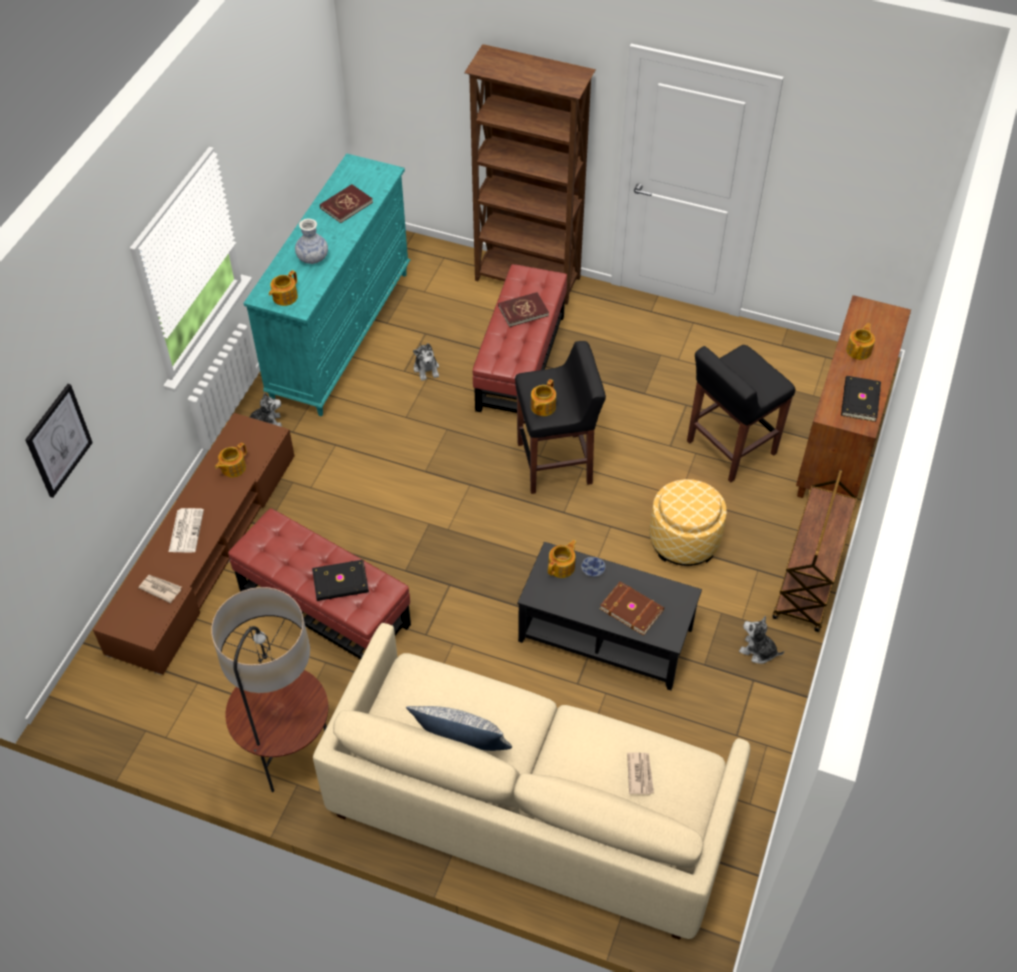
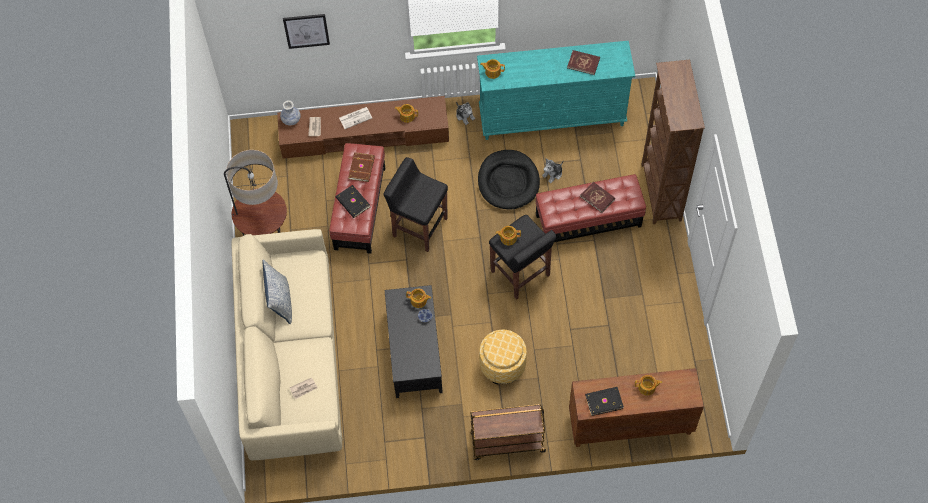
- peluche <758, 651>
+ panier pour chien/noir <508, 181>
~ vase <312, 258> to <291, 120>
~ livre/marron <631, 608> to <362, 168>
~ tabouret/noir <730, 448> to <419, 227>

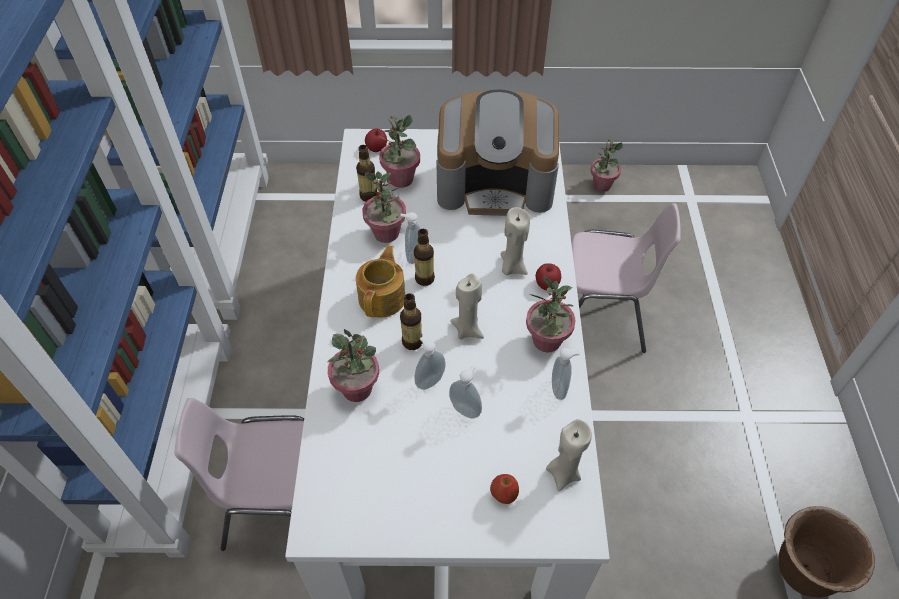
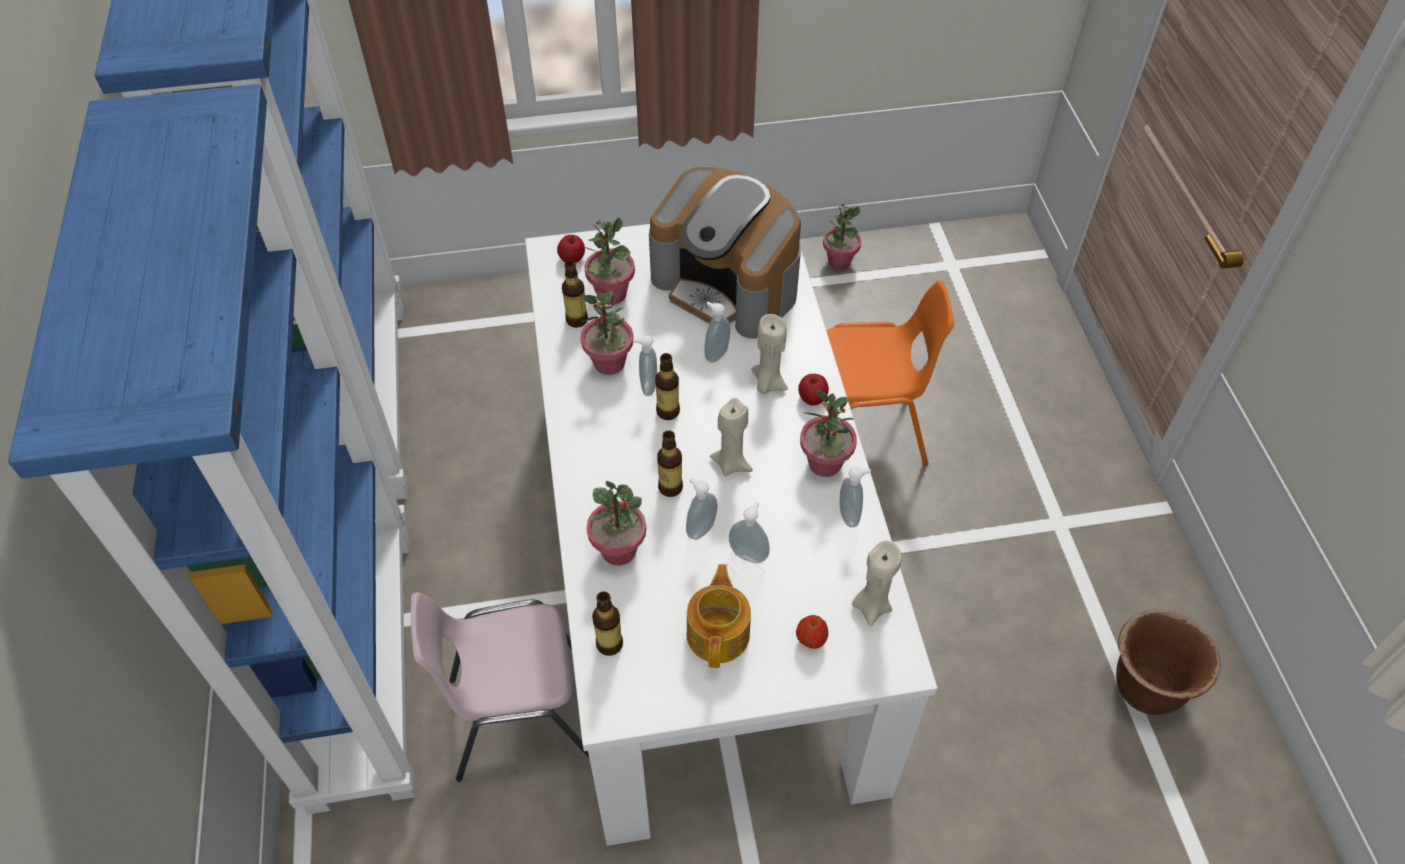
+ bouteille <609, 644>
+ distributeur de savon <715, 353>
~ théière <383, 297> to <719, 633>
~ chaise/rose <599, 319> to chaise/orange <864, 432>
~ machine à café <495, 184> = <727, 285> 45 degrees clockwise

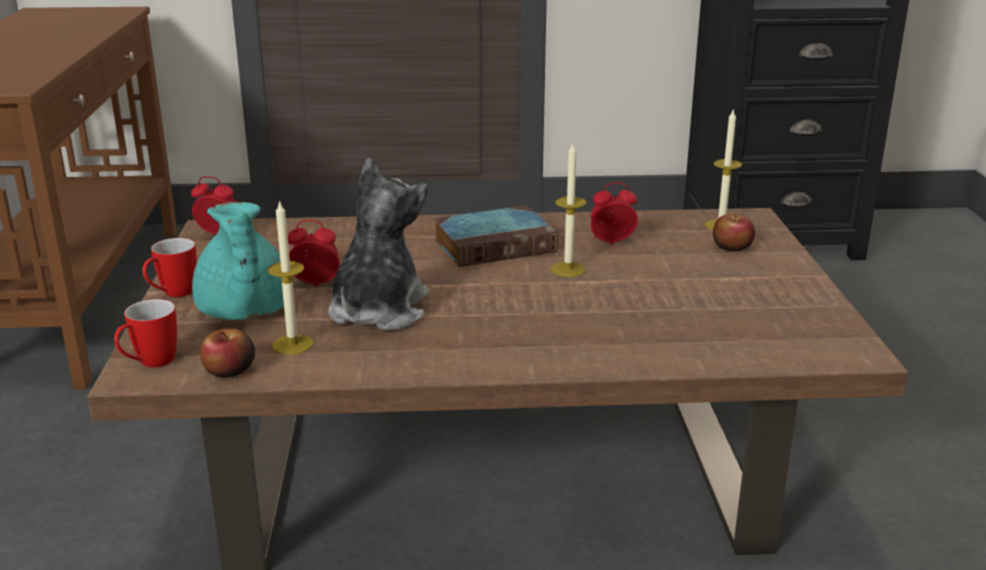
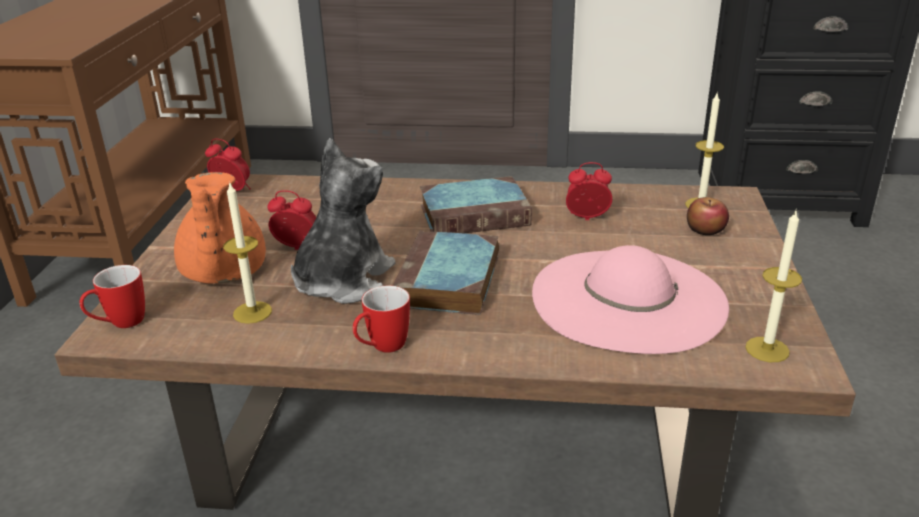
- pomme <230, 371>
+ livre <449, 282>
+ chapeau/rose <628, 299>
~ mug <172, 294> to <382, 348>
~ bougie <568, 269> to <767, 349>
~ théière/turquoise <243, 312> to théière/orange <222, 273>

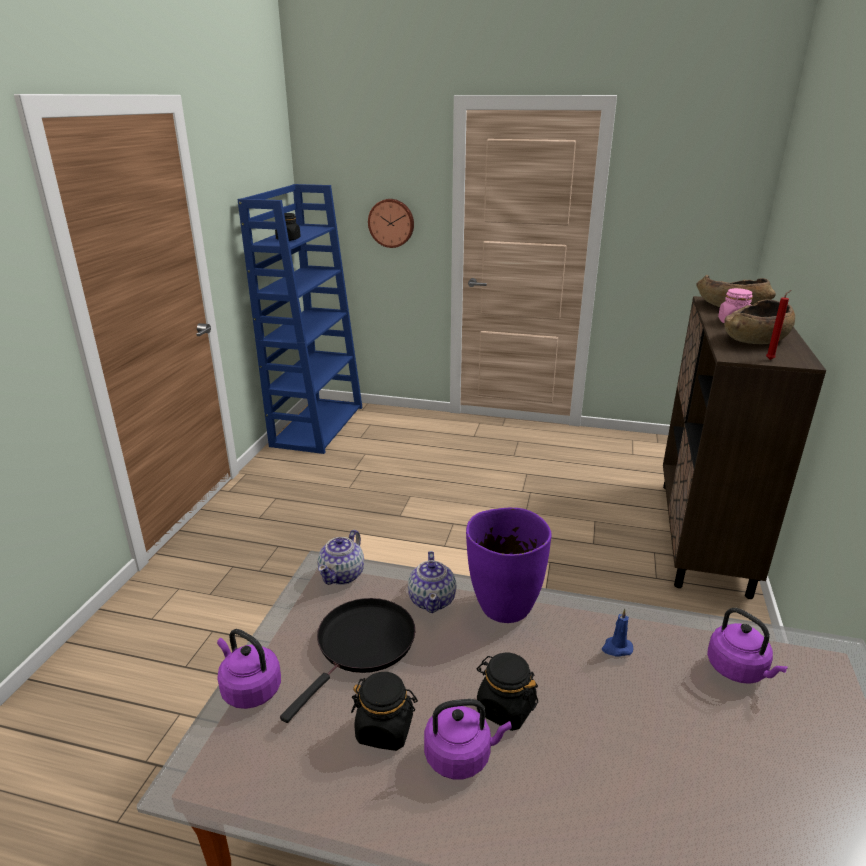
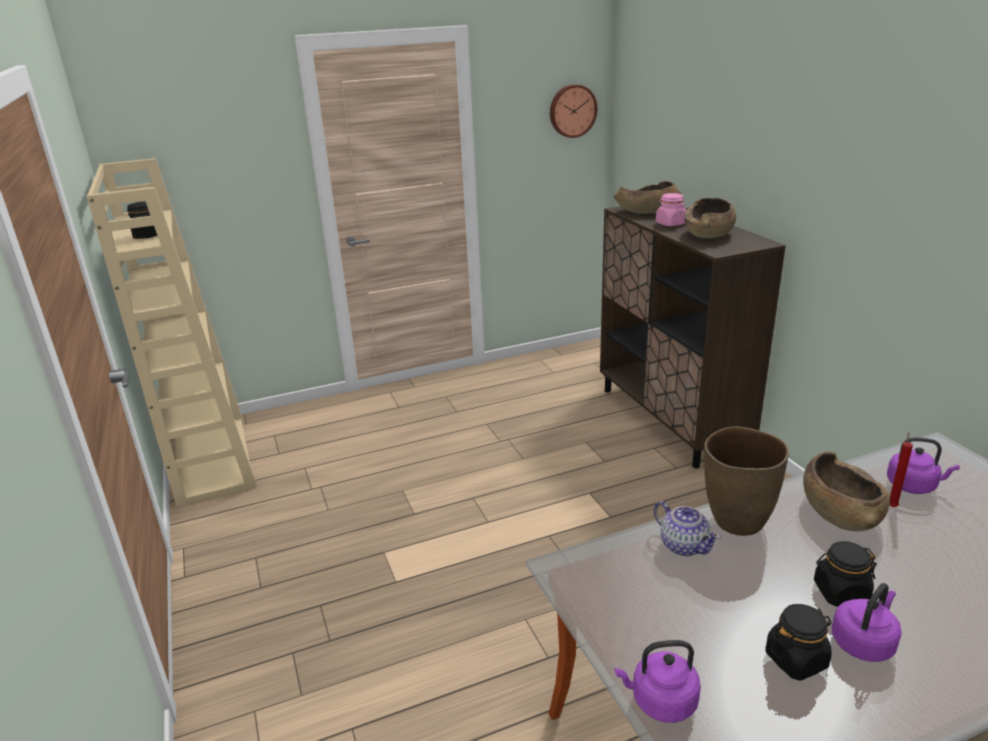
- poêle/noir <362, 645>
- théière <343, 575>
~ horloge murale <391, 223> to <572, 111>
~ bougie/rouge <770, 359> to <892, 506>
~ bougie/bleu <616, 648> to bol/marron <839, 510>
~ bibliothèque/bleu <317, 425> to bibliothèque/beige <211, 459>
~ vase/violet <503, 606> to vase/marron <736, 522>

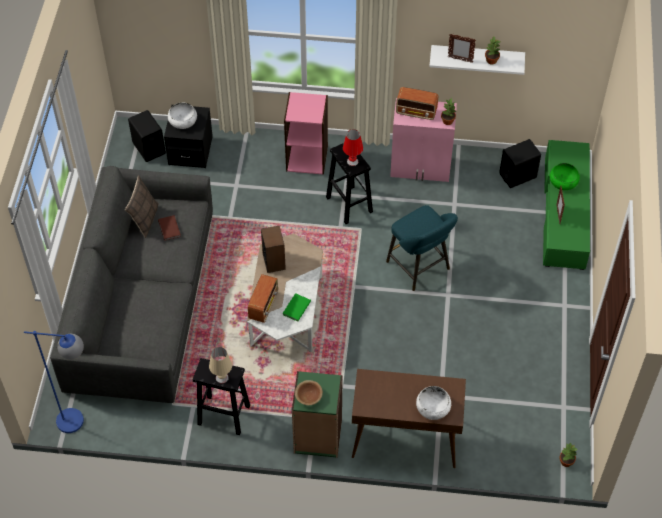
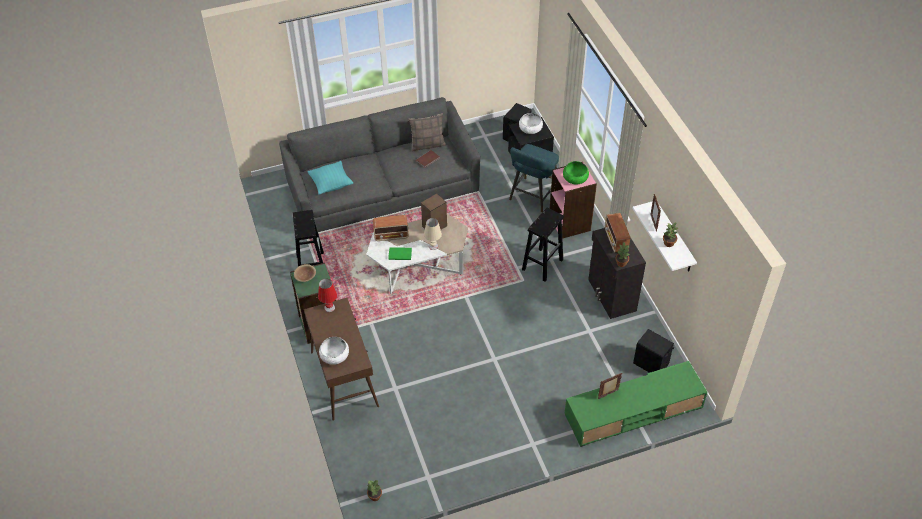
- lampadaire/bleu <80, 422>
+ coussin/turquoise <331, 184>
~ lampe de table/beige <222, 377> to <433, 246>
~ lampe de table/rouge <352, 161> to <329, 308>
~ tabouret/turquoise <420, 268> to <532, 197>
~ bol/vert <563, 182> to <575, 178>
~ meuble de rangement/rose <421, 168> to meuble de rangement/noir <611, 295>

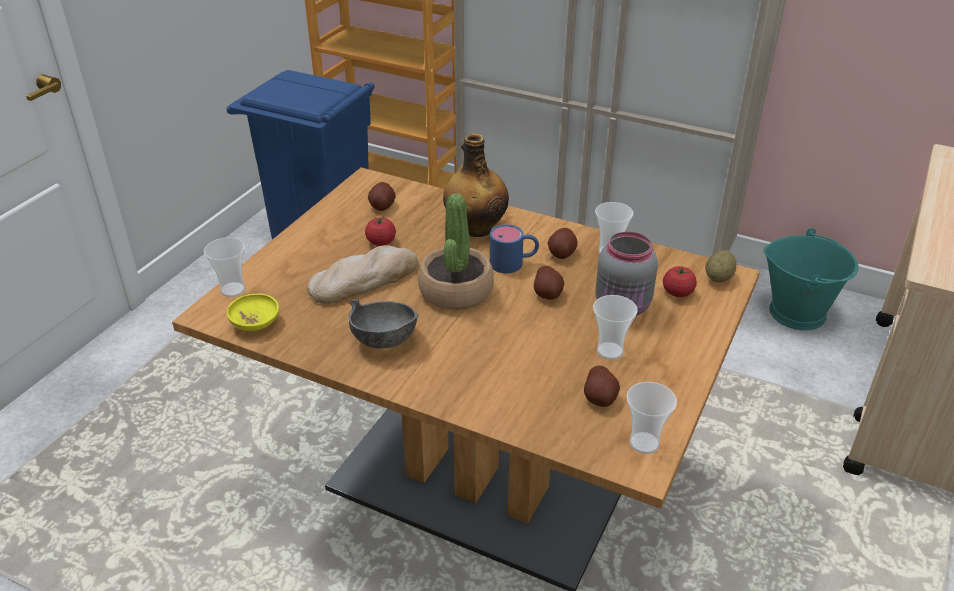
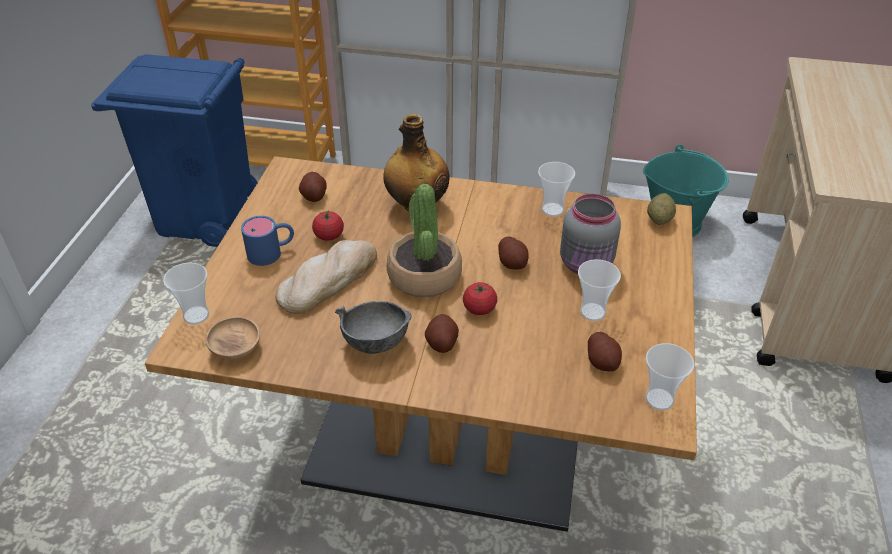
~ mug/bleu <514, 263> to <272, 252>
~ pomme de terre <561, 253> to <441, 343>
~ tomate <677, 292> to <479, 309>
~ bol/jaune <255, 323> to bol/marron <236, 348>

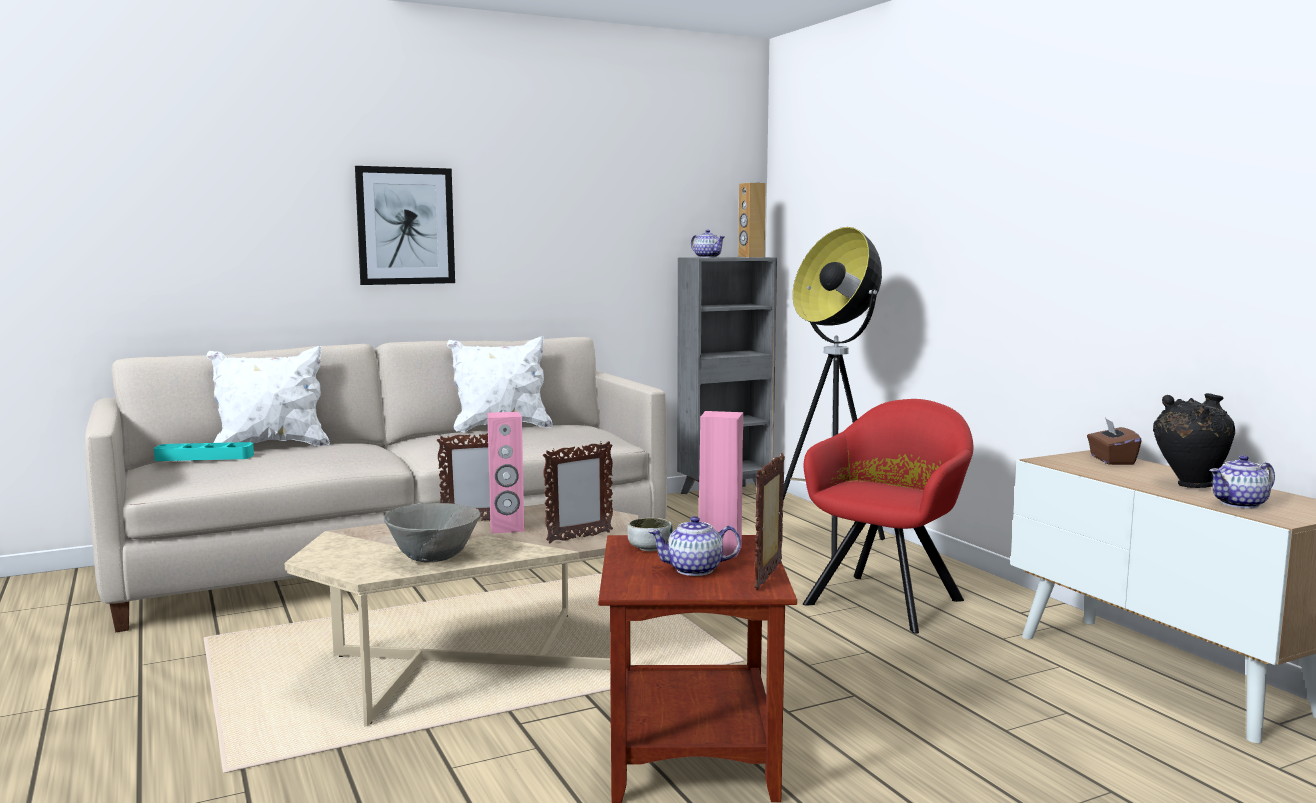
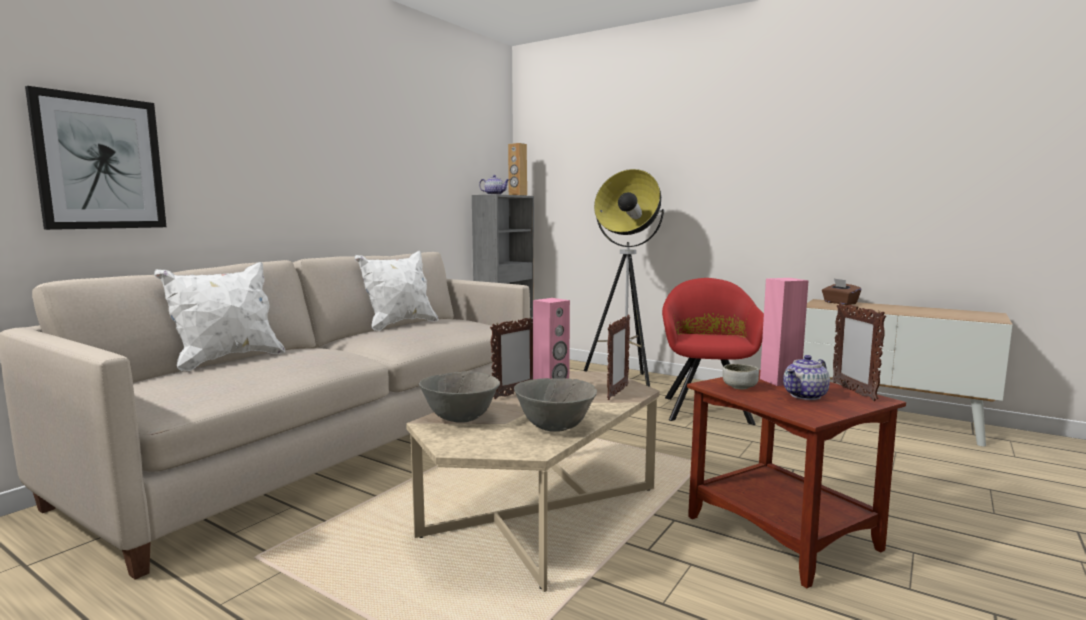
- plateau/turquoise <204, 457>
- vase/noir <1189, 485>
- théière <1240, 504>
+ bol/gris <460, 418>
~ tableau <405, 226> to <100, 163>

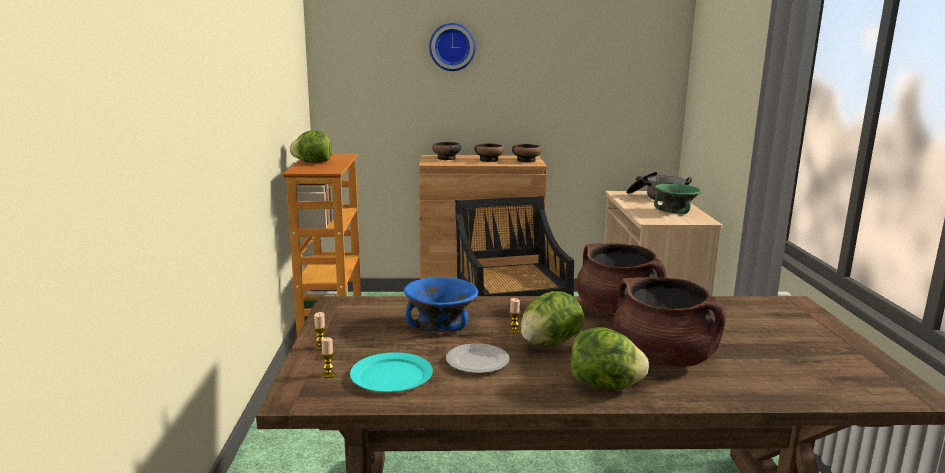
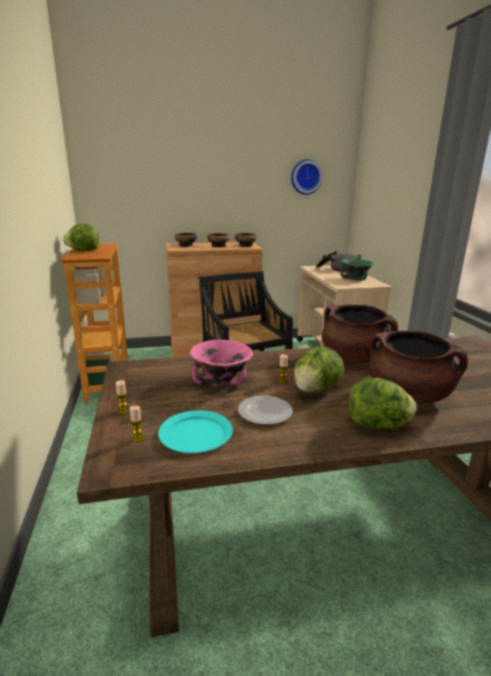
~ horloge murale <452, 47> to <305, 177>
~ bol/bleu <440, 326> to bol/rose <220, 381>

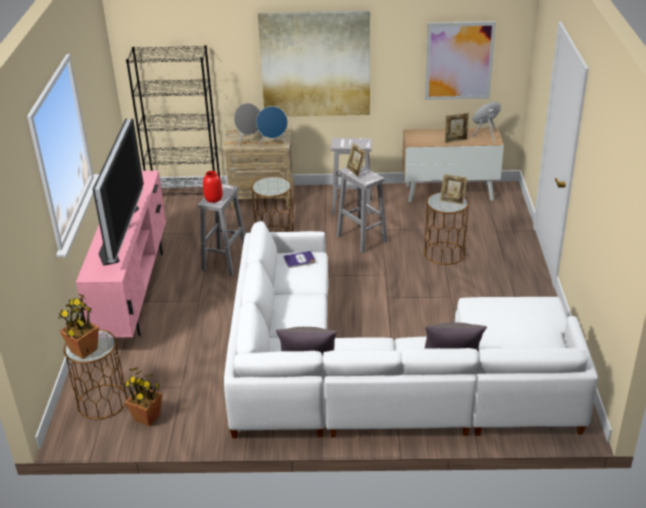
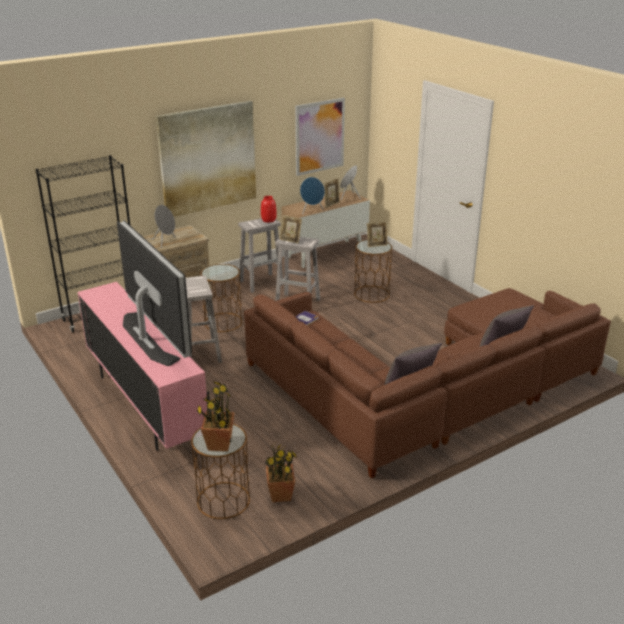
~ vase/rouge <213, 199> to <269, 220>
~ enceinte/bleu <273, 144> to <311, 211>
~ canapé/blanc <383, 374> to canapé/marron <427, 388>

